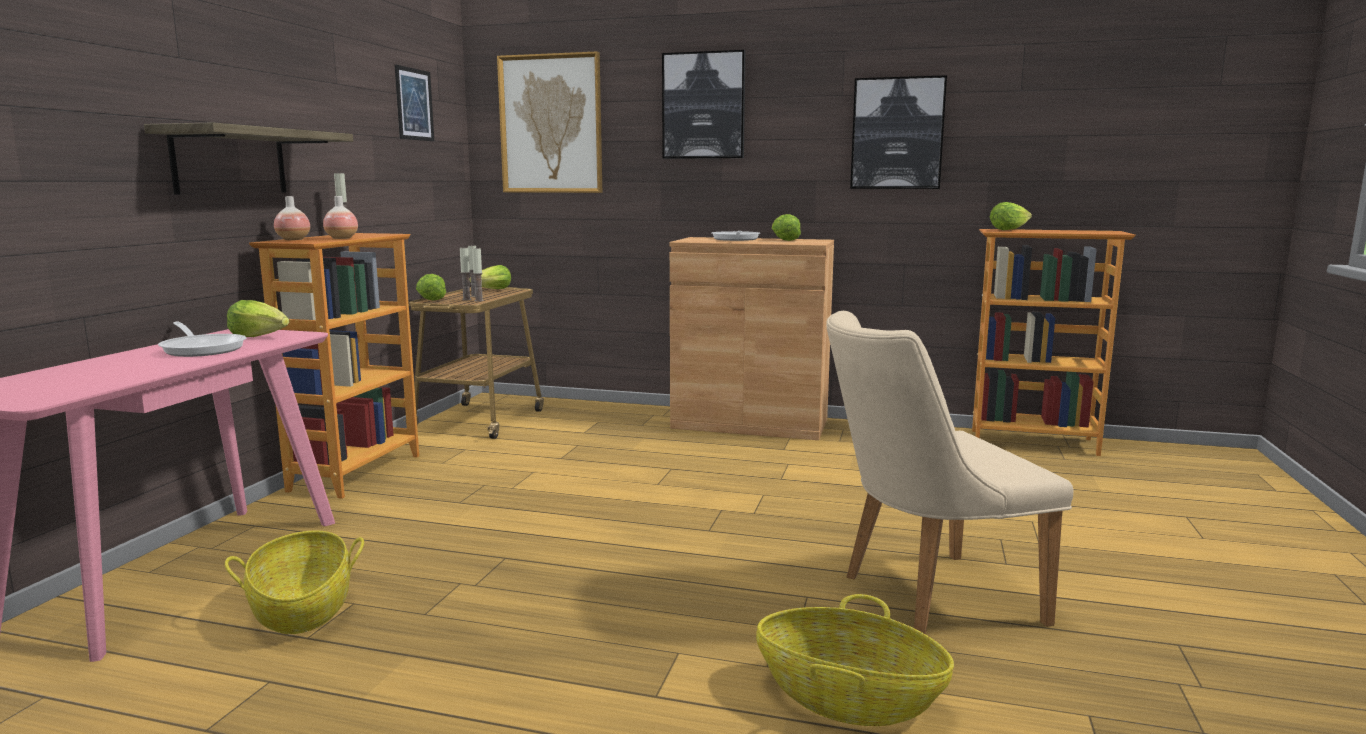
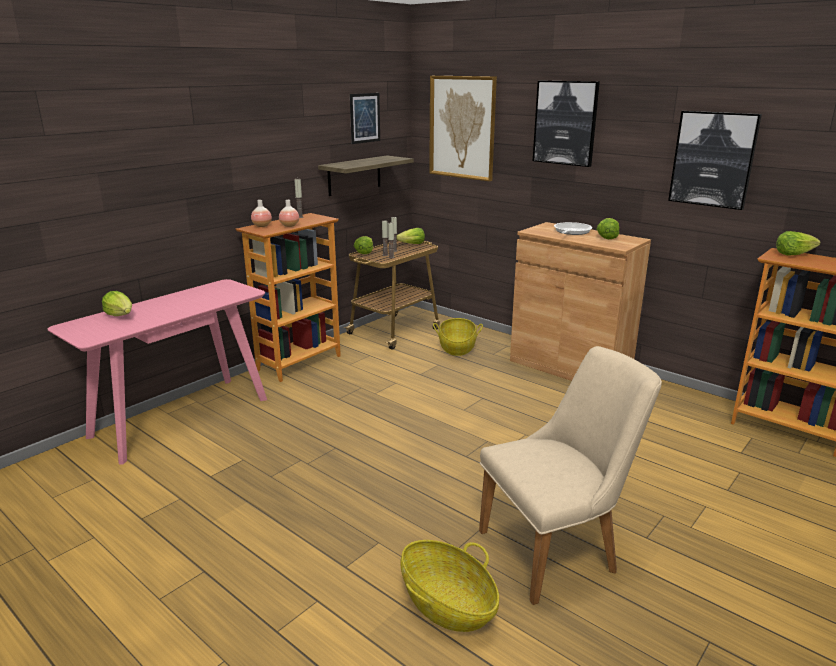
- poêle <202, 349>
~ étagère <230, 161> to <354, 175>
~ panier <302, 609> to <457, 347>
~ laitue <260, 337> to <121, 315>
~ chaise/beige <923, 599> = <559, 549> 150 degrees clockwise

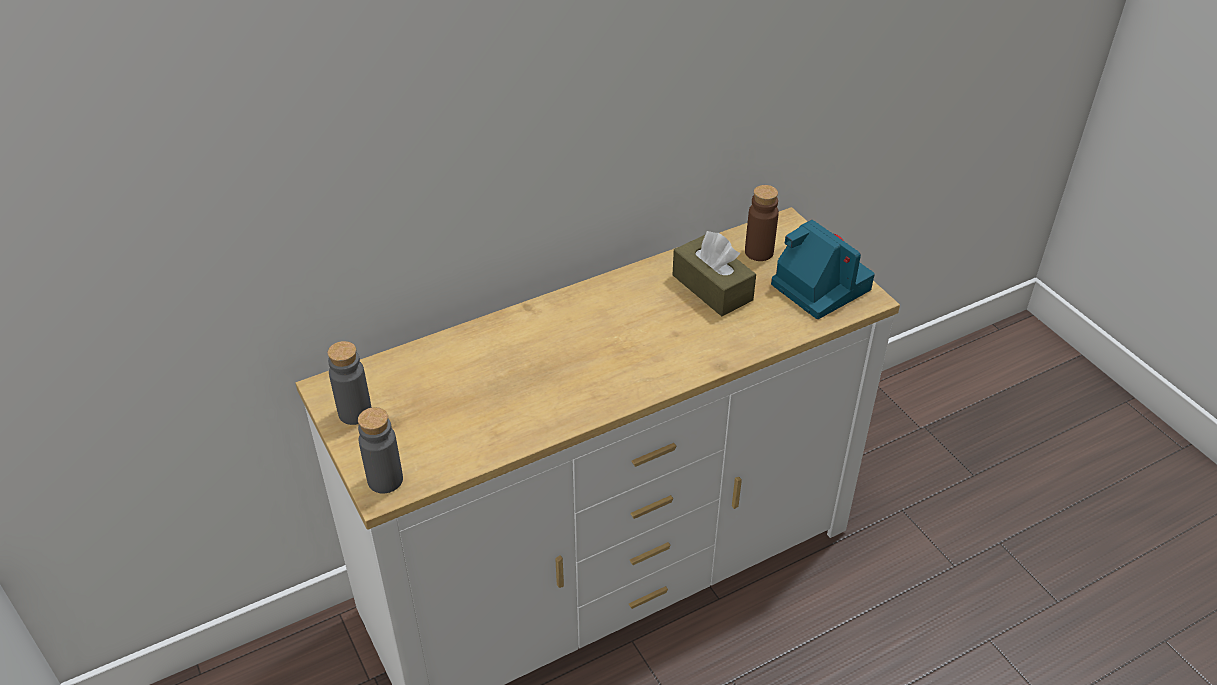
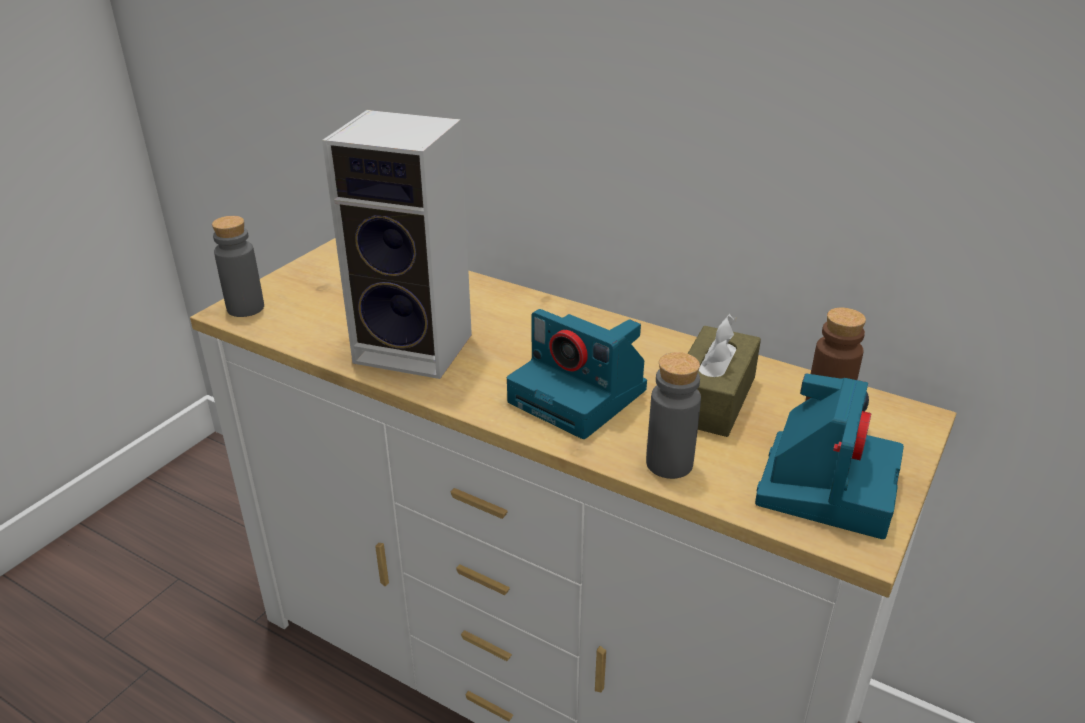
+ enceinte <418, 348>
+ appareil photo <581, 396>
~ bouteille/gris <355, 413> to <669, 464>

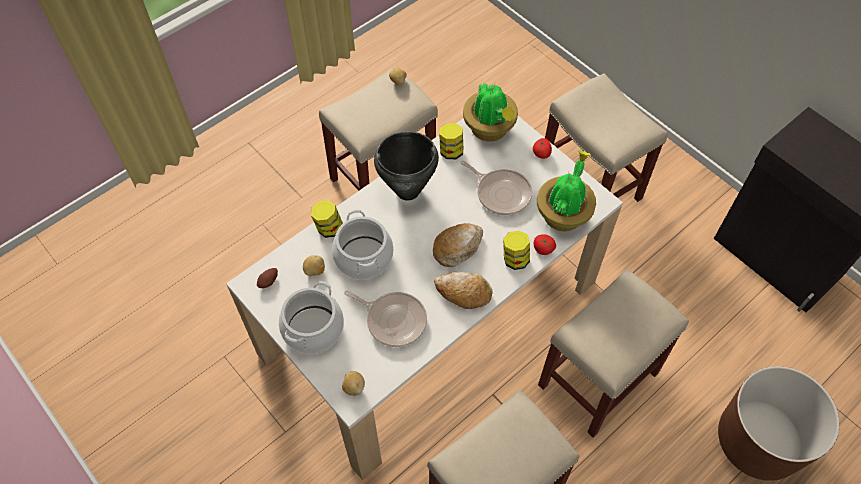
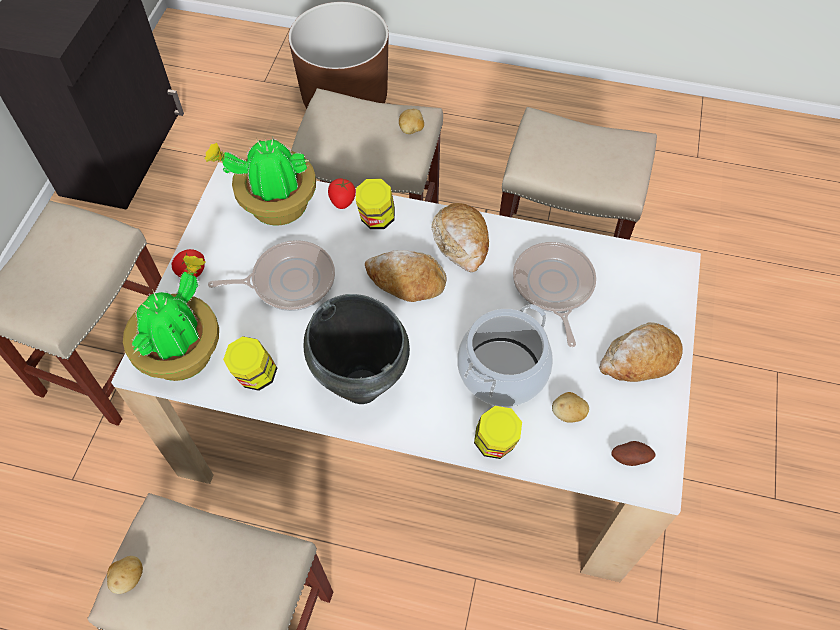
~ pomme de terre <354, 387> to <411, 130>
~ marmite <313, 329> to pain <639, 360>
~ poêle <501, 193> = <289, 281> 75 degrees clockwise

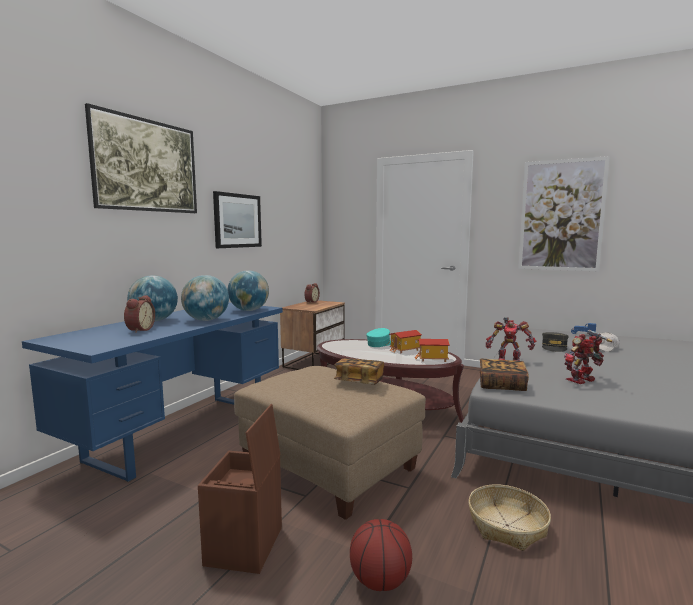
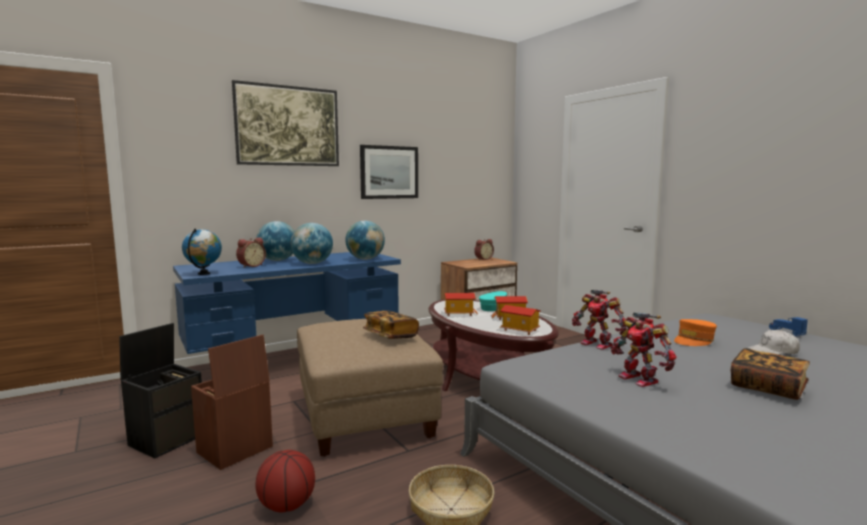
- tableau <561, 215>
+ boîte de rangement/noir <168, 439>
+ globe <204, 274>
+ maison miniature <459, 313>
~ livre <502, 385> to <767, 387>
~ casquette/gris <554, 347> to casquette/orange <694, 340>
~ robot jouet <582, 380> = <640, 379> 120 degrees counterclockwise

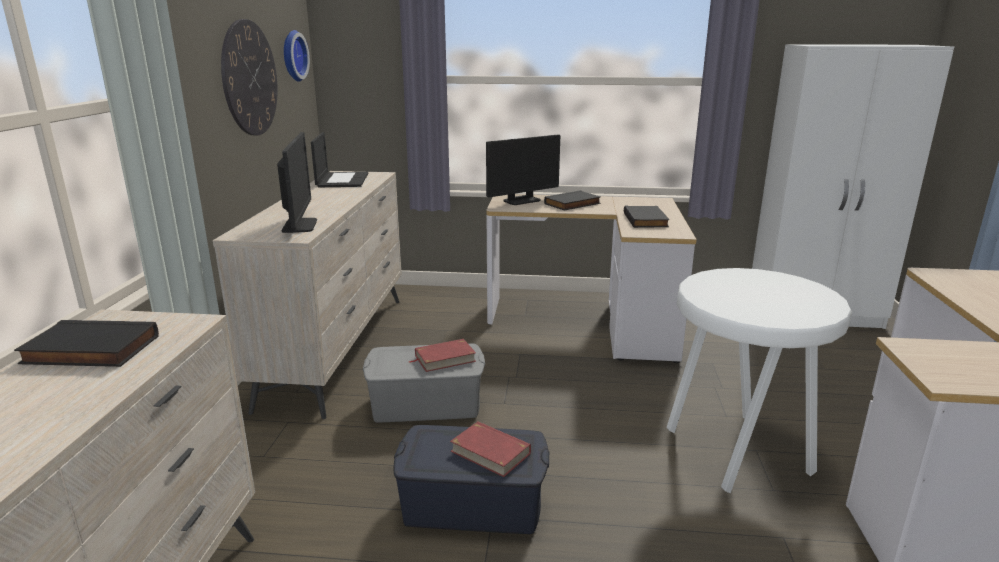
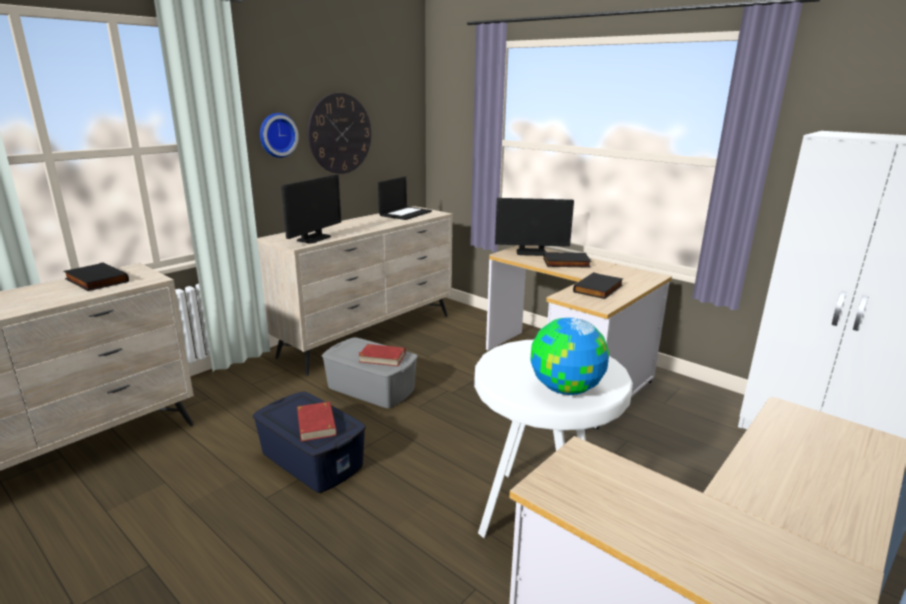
+ globe <565, 389>
~ horloge murale <292, 56> to <277, 135>

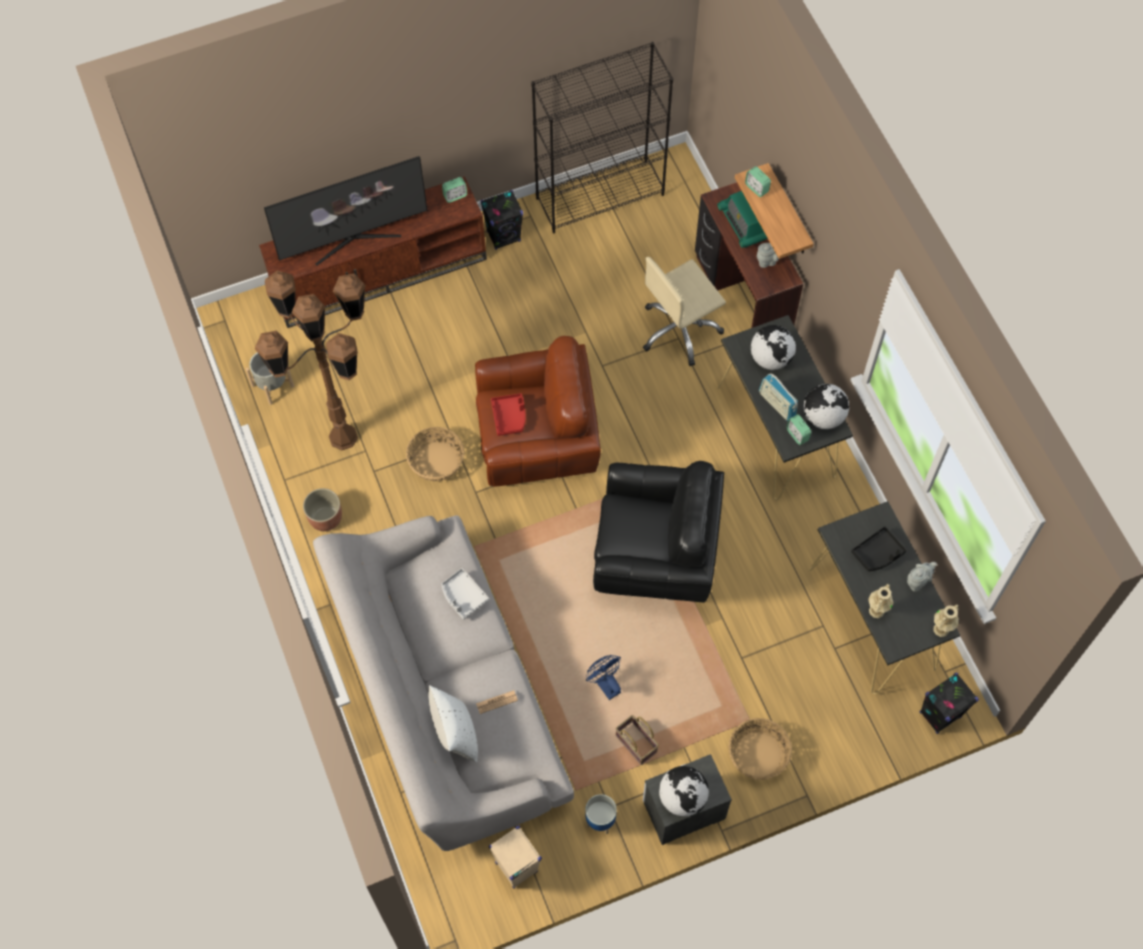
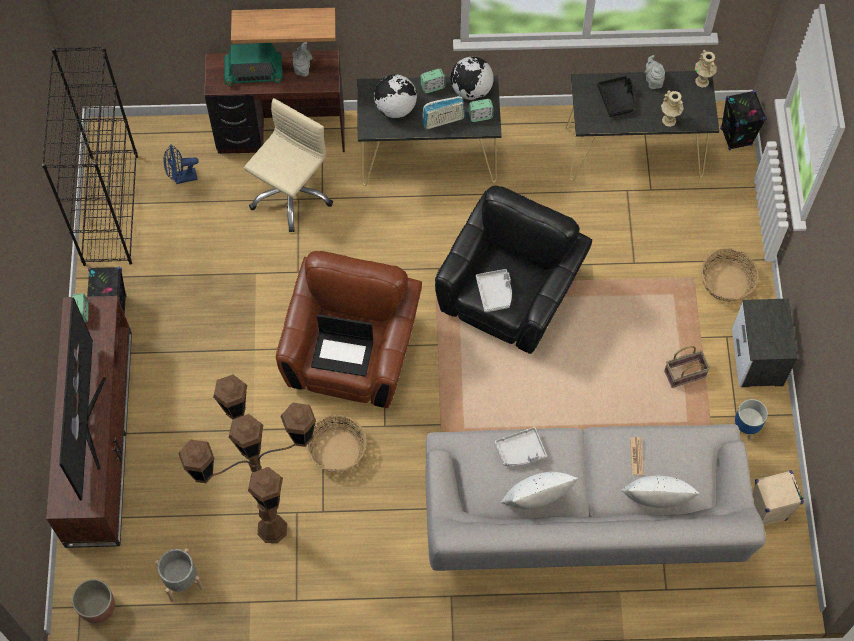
- globe <682, 797>
+ plateau/gris <495, 293>
+ coussin/blanc <536, 501>
~ cache-pot <326, 518> to <98, 607>
~ ventilateur/bleu <605, 684> to <182, 178>
~ réveil <756, 188> to <432, 86>
~ plateau/rouge <509, 417> to ordinateur portable <343, 353>
~ chaise de bureau/beige <680, 330> = <290, 194> 135 degrees counterclockwise

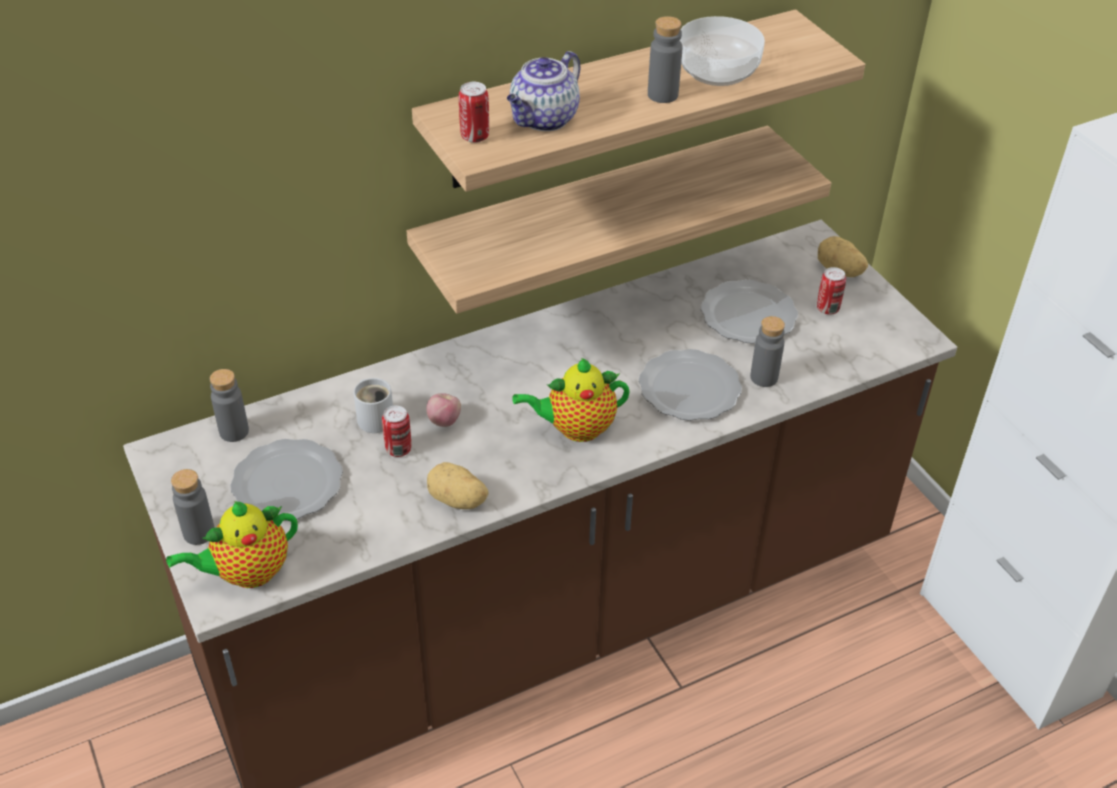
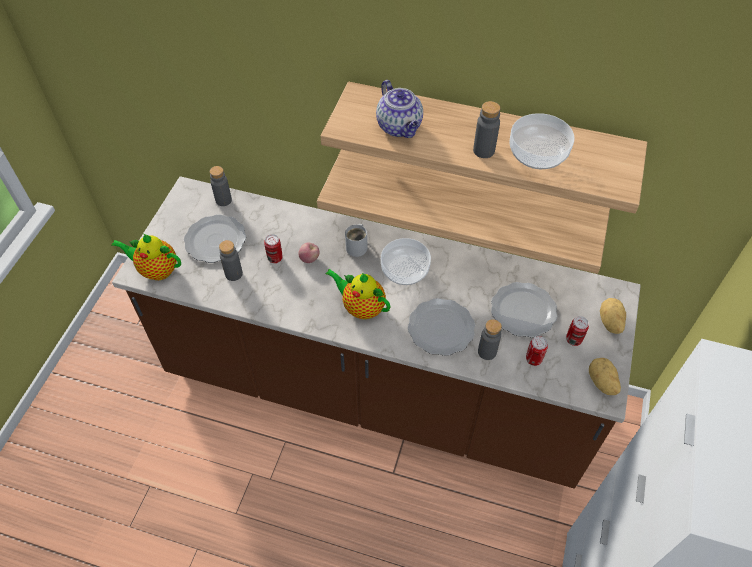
+ bol <404, 270>
~ bouteille/gris <199, 533> to <234, 274>
~ mug/blanc <375, 417> to <358, 246>
~ pomme de terre <457, 501> to <601, 383>
~ boîte métallique <474, 136> to <533, 359>
~ théière <544, 120> = <400, 127> 105 degrees counterclockwise

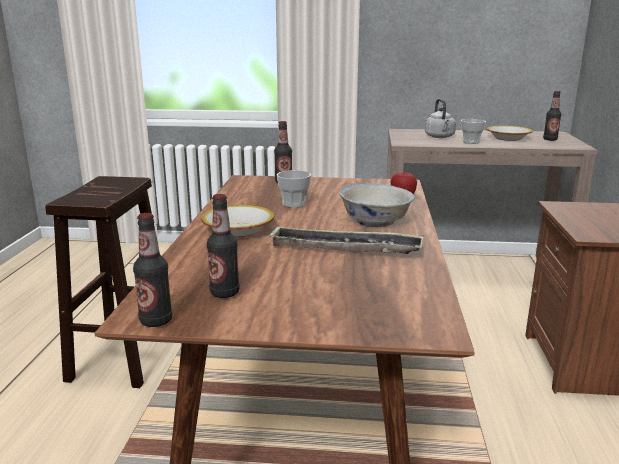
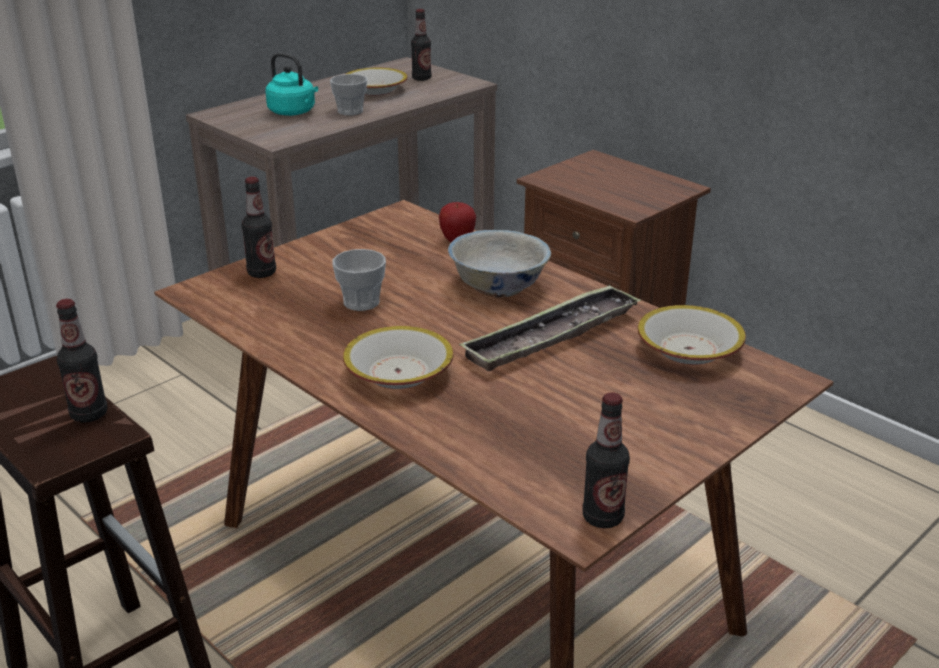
+ bol <688, 350>
~ bouteille <224, 293> to <89, 414>
~ bouilloire/gris <440, 137> to bouilloire/turquoise <294, 112>

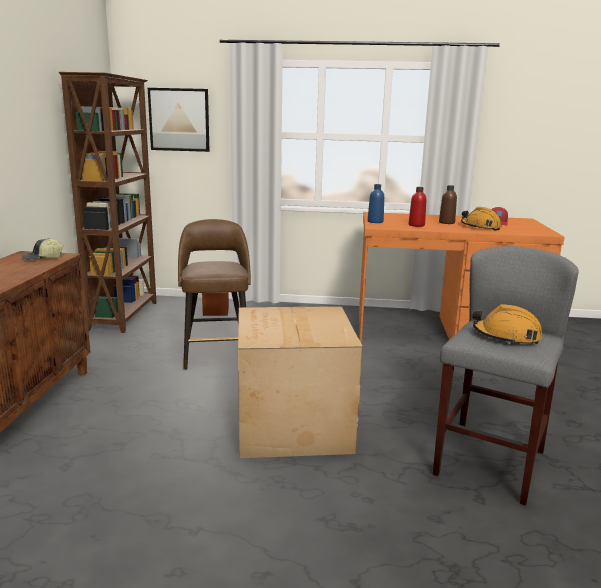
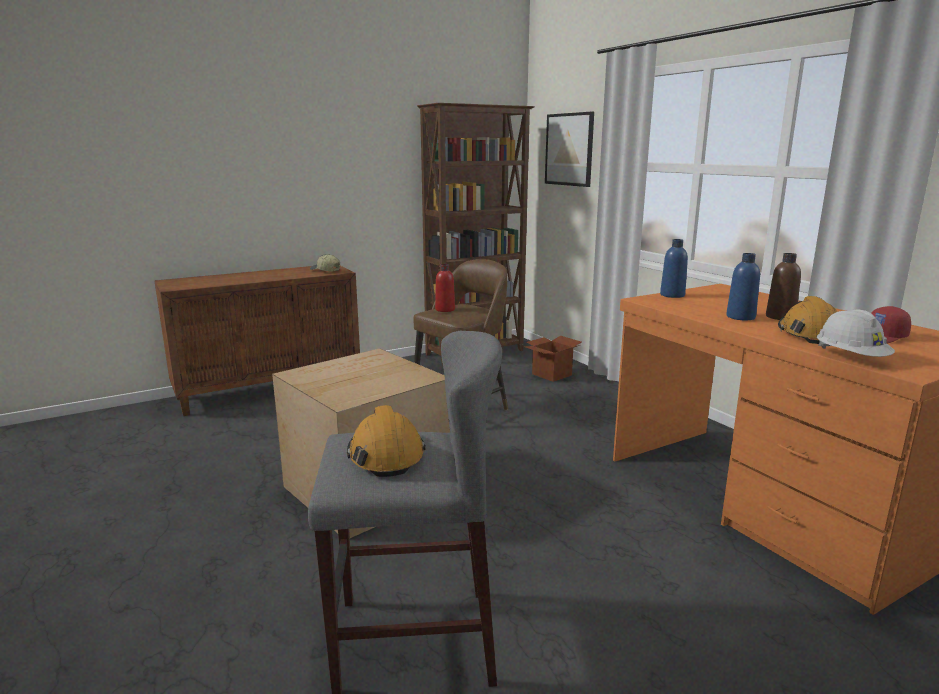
+ bouteille/bleu <740, 317>
+ casque de chantier/blanc <850, 358>
~ bouteille/rouge <416, 225> to <445, 309>

